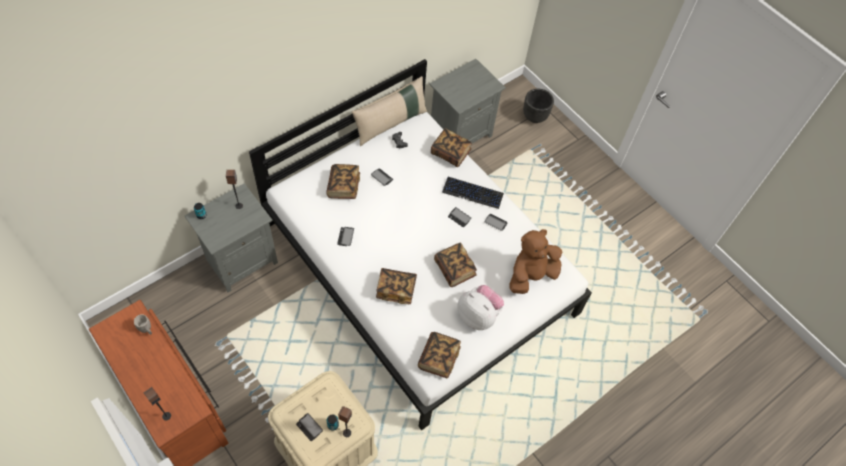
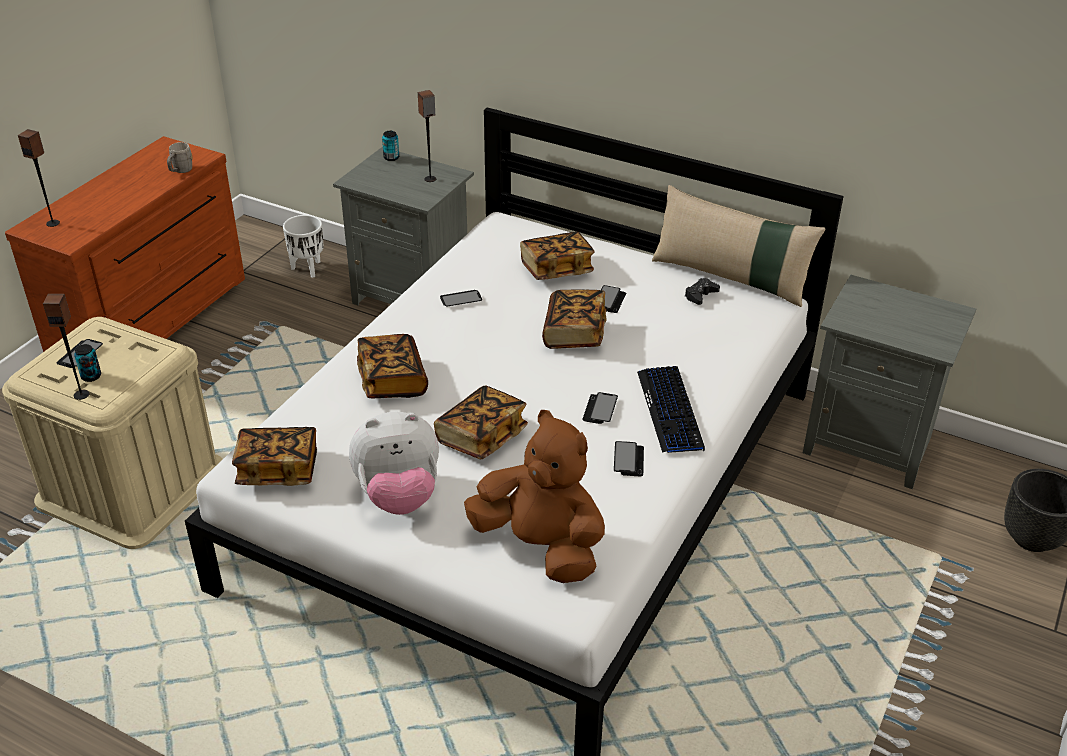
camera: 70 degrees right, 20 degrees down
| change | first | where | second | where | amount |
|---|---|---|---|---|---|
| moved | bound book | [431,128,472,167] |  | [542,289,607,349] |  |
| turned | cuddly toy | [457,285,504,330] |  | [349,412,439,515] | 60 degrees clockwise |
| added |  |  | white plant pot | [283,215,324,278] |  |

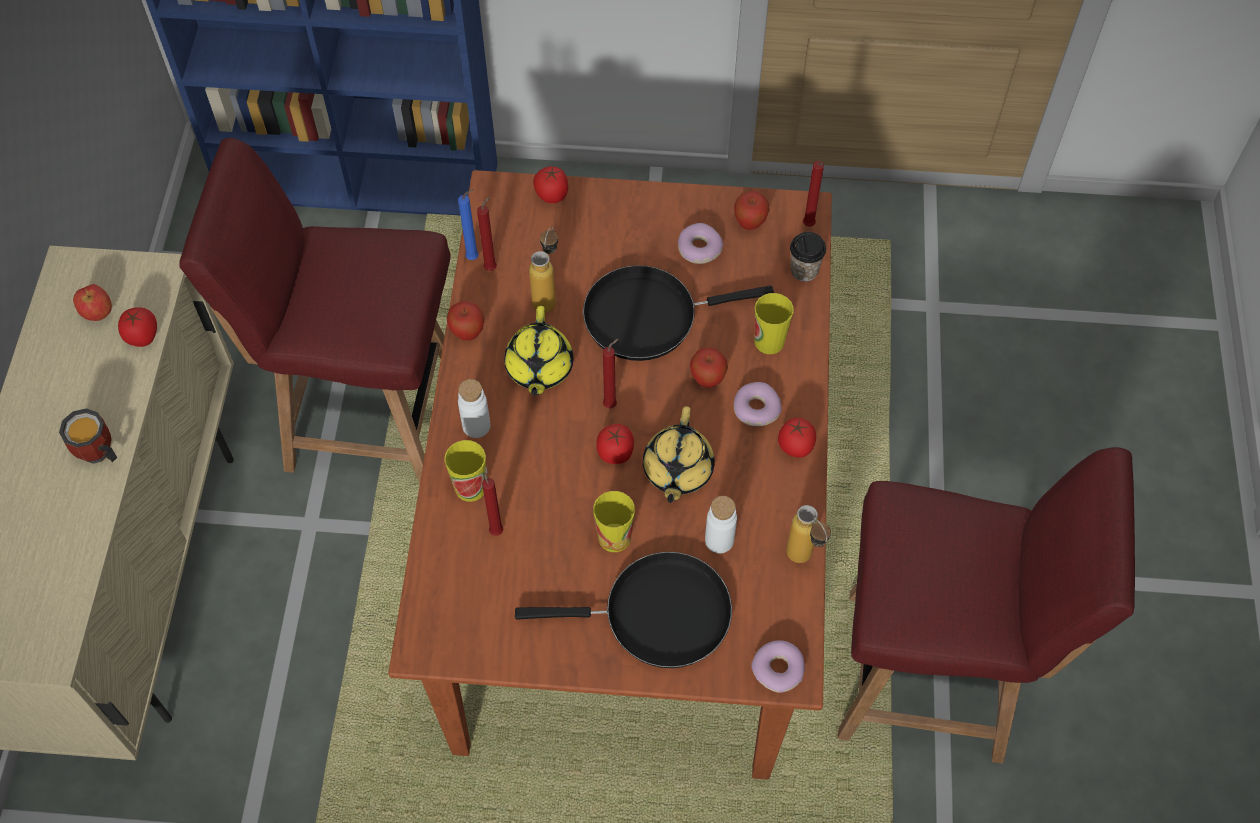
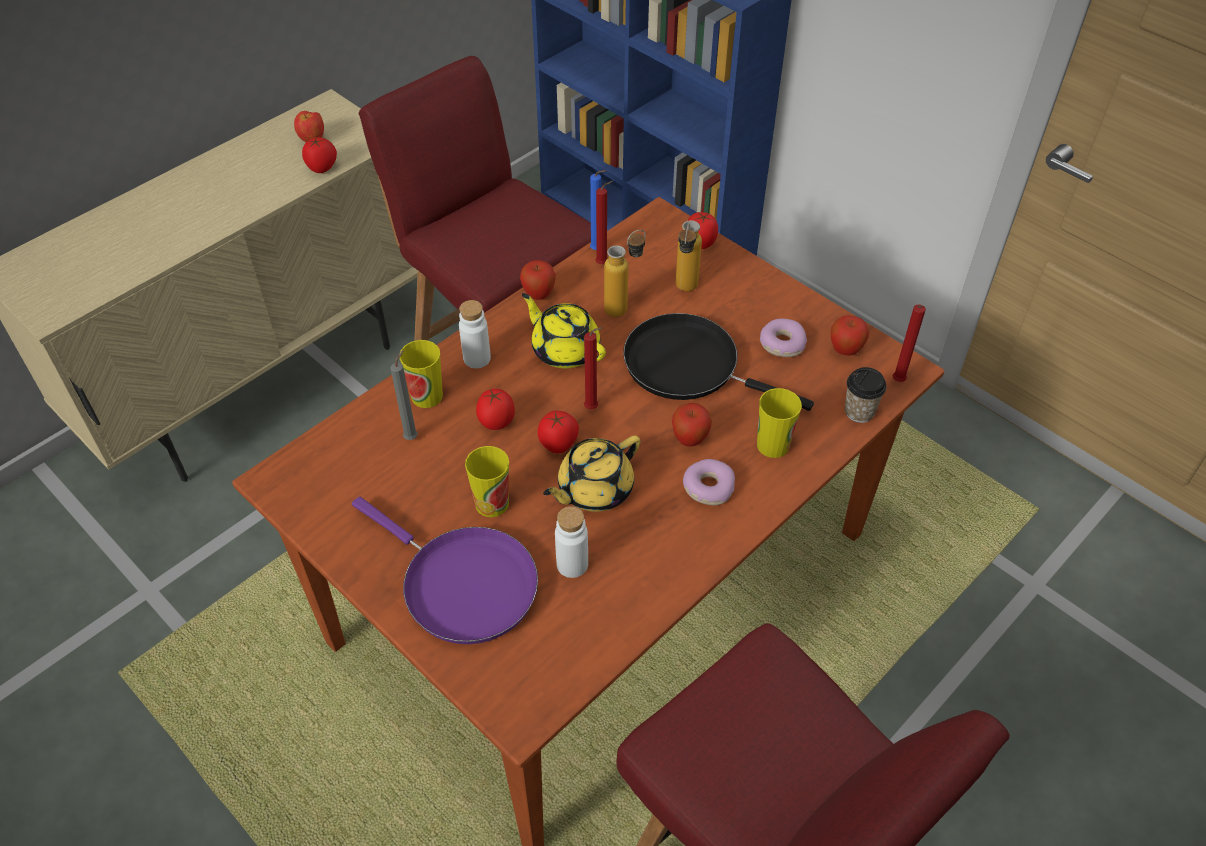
camera: 40 degrees right, 10 degrees down
| change | first | where | second | where | amount |
|---|---|---|---|---|---|
| turned | yellow-coloured teapot | [504,306,574,396] |  | [522,293,606,368] | 90 degrees clockwise |
| removed | coffee mug | [59,408,117,464] |  |  |  |
| moved | whole tomato | [778,418,816,458] |  | [476,389,515,430] |  |
| recoloured | red candle | [482,466,503,536] | grey candle | [391,350,418,440] |  |
| moved | beverage bottle | [786,505,831,563] |  | [676,220,702,291] |  |
| recoloured | black frying pan | [515,552,732,668] | purple-coloured frying pan | [352,497,538,644] |  |
| removed | ring doughnut | [751,640,805,693] |  |  |  |

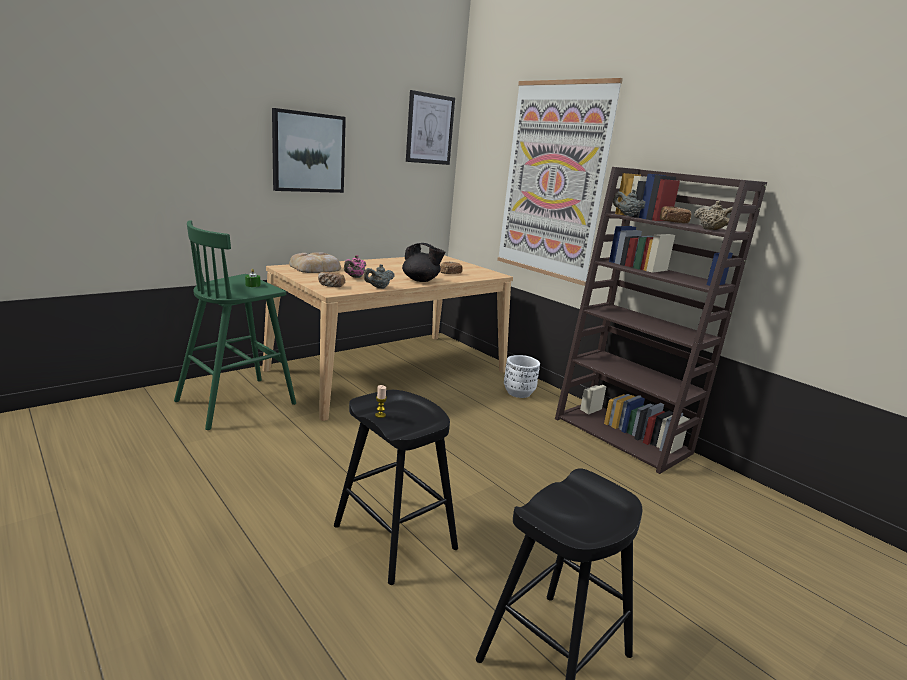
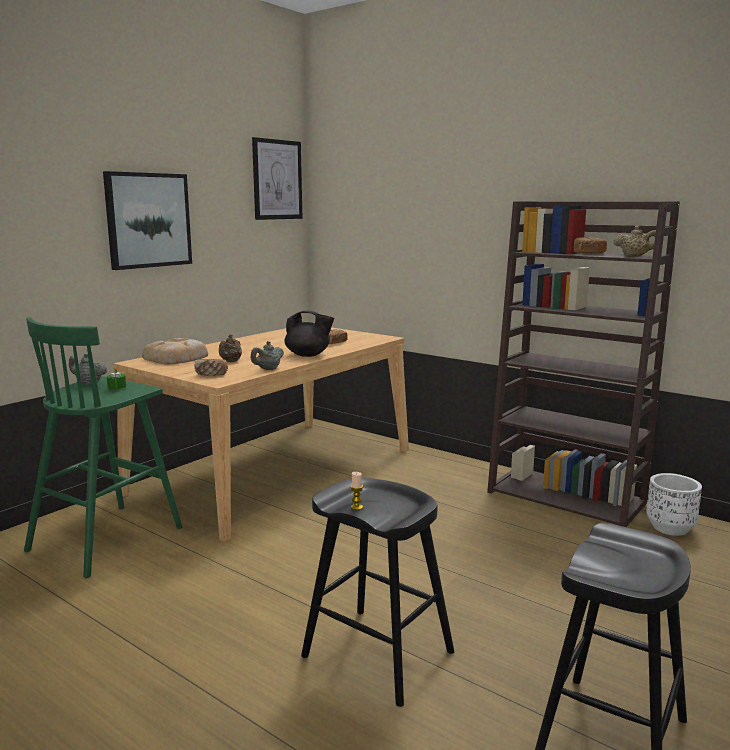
camera: 10 degrees left, 5 degrees down
| change | first | where | second | where | amount |
|---|---|---|---|---|---|
| removed | wall picture | [497,78,623,286] |  |  |  |
| moved | grey teapot | [613,189,645,216] |  | [69,353,107,385] |  |
| recoloured | pinkish teapot | [344,255,366,278] | brownish teapot | [219,335,242,362] |  |
| moved | white plant pot | [504,355,540,398] |  | [646,473,702,536] |  |

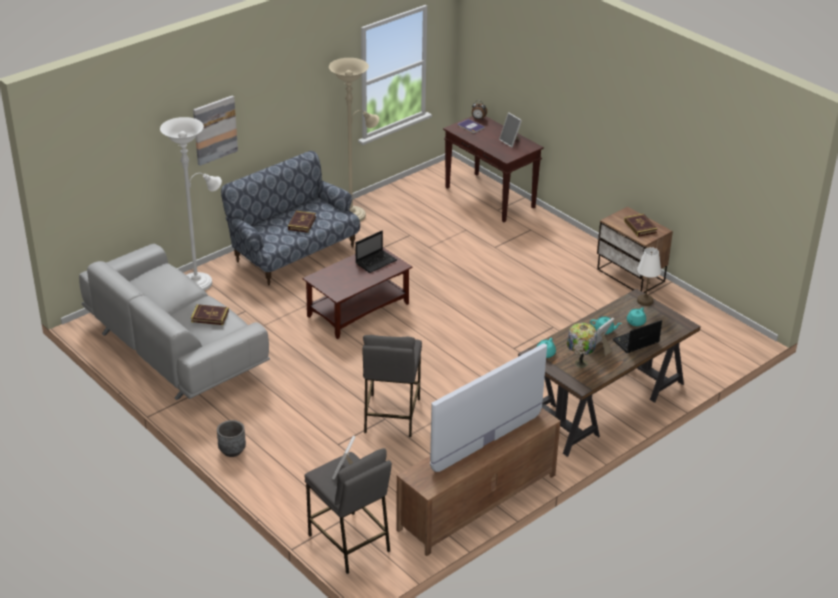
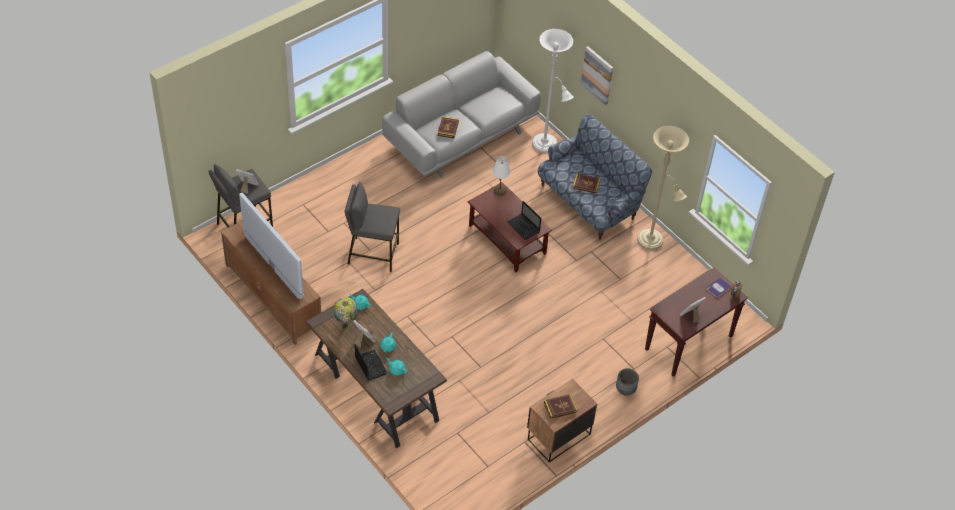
camera: 90 degrees right, 15 degrees up
| change | first | where | second | where | amount |
|---|---|---|---|---|---|
| moved | white lamp for a table | [637,247,661,306] |  | [492,156,510,196] |  |
| moved | grey plant pot | [217,420,246,457] |  | [616,368,639,396] |  |

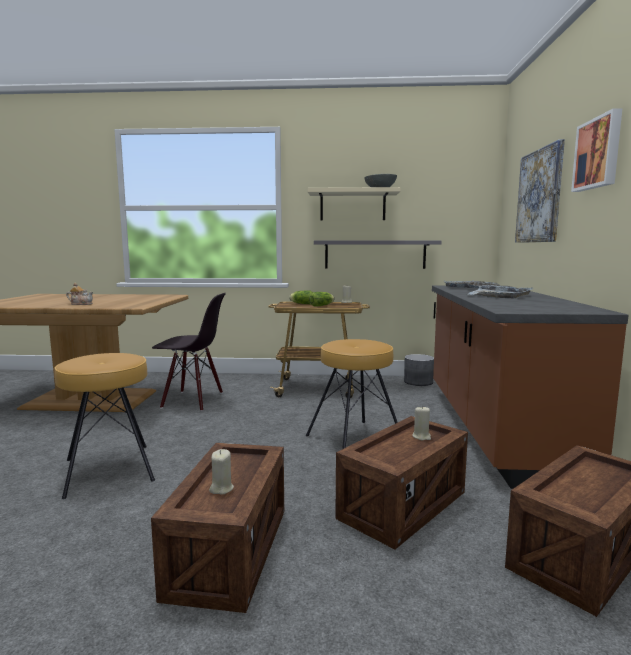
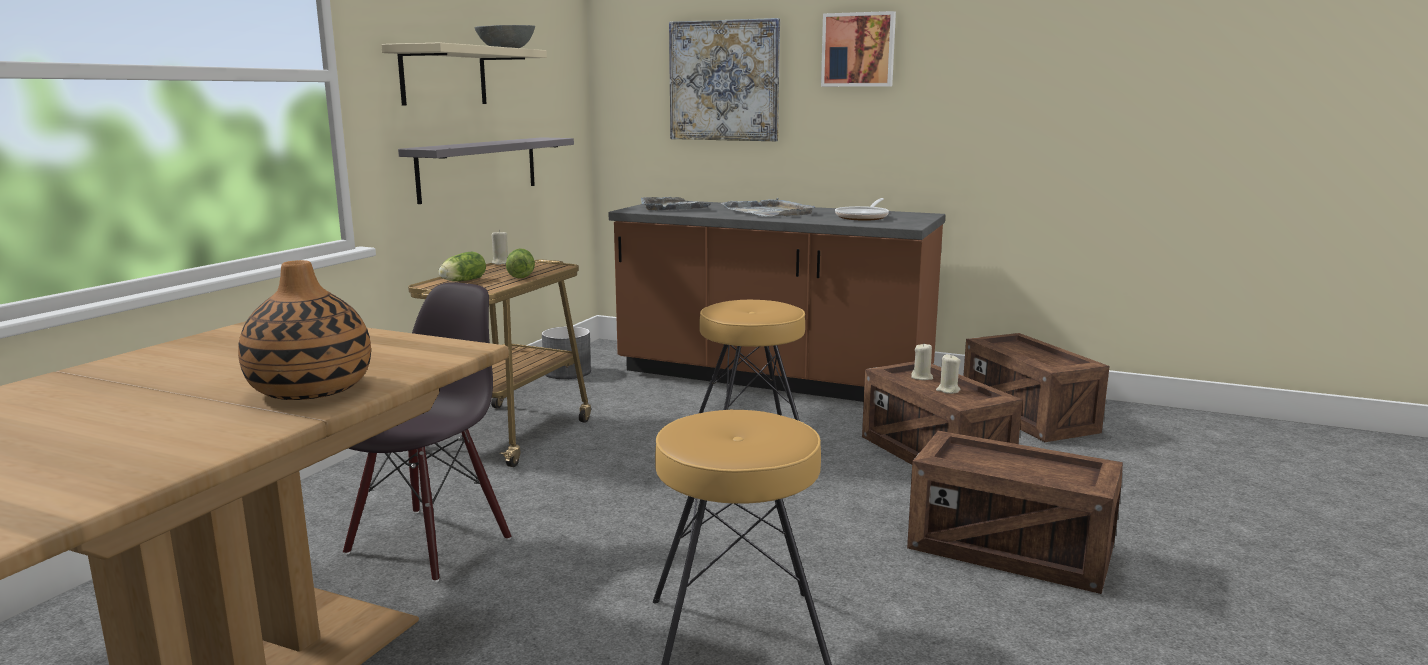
camera: 70 degrees left, 5 degrees up
| change | first | where | second | where | amount |
|---|---|---|---|---|---|
| replaced | teapot | [66,283,93,305] | decorative vase | [238,260,371,400] |  |
| moved | sand-coloured candle | [209,449,234,495] |  | [936,354,961,394] |  |
| added |  |  | frying pan | [835,198,889,221] |  |

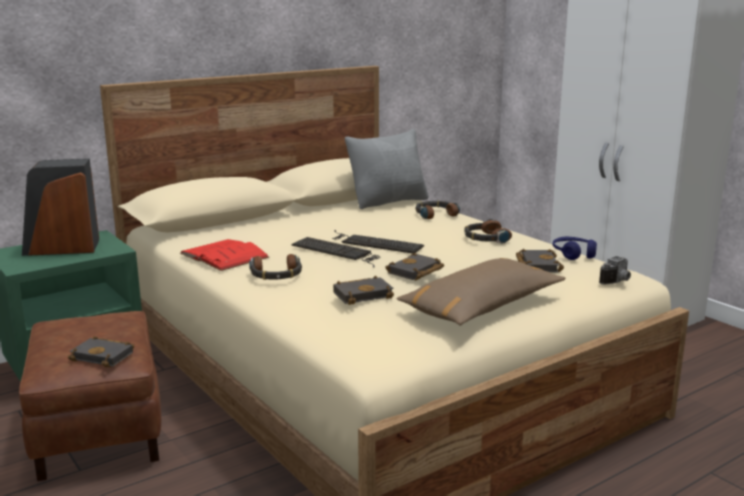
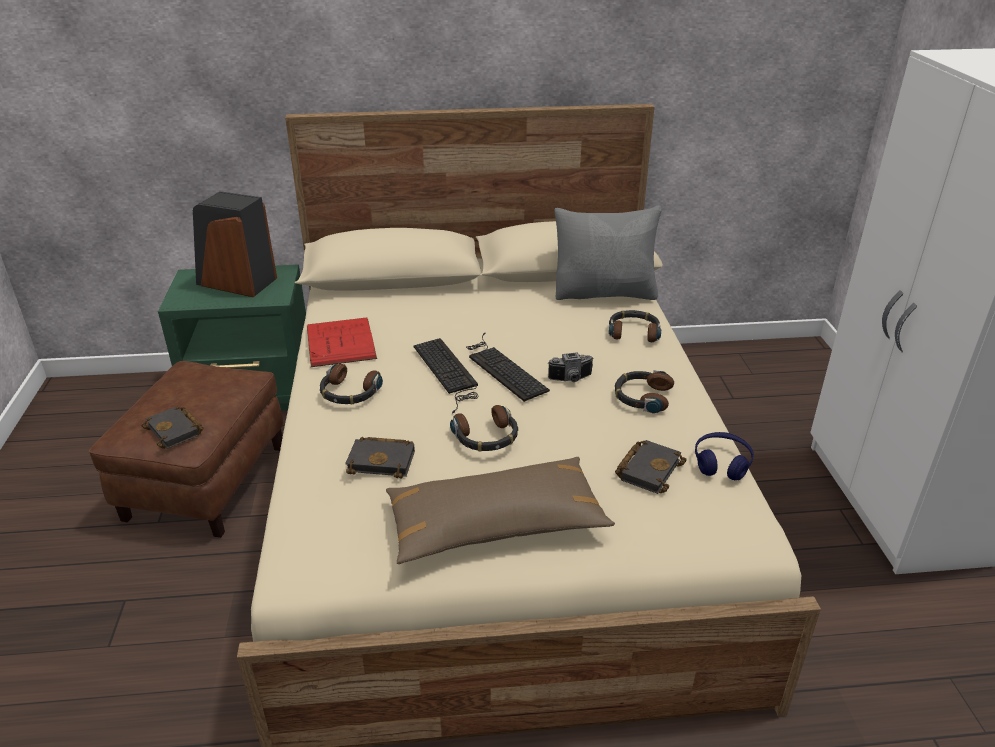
camera: 30 degrees right, 15 degrees up
| change | first | where | second | where | amount |
|---|---|---|---|---|---|
| replaced | black bound book | [385,253,444,280] | headphones | [450,405,518,452] |  |
| moved | still camera | [599,256,631,285] |  | [548,352,594,382] |  |

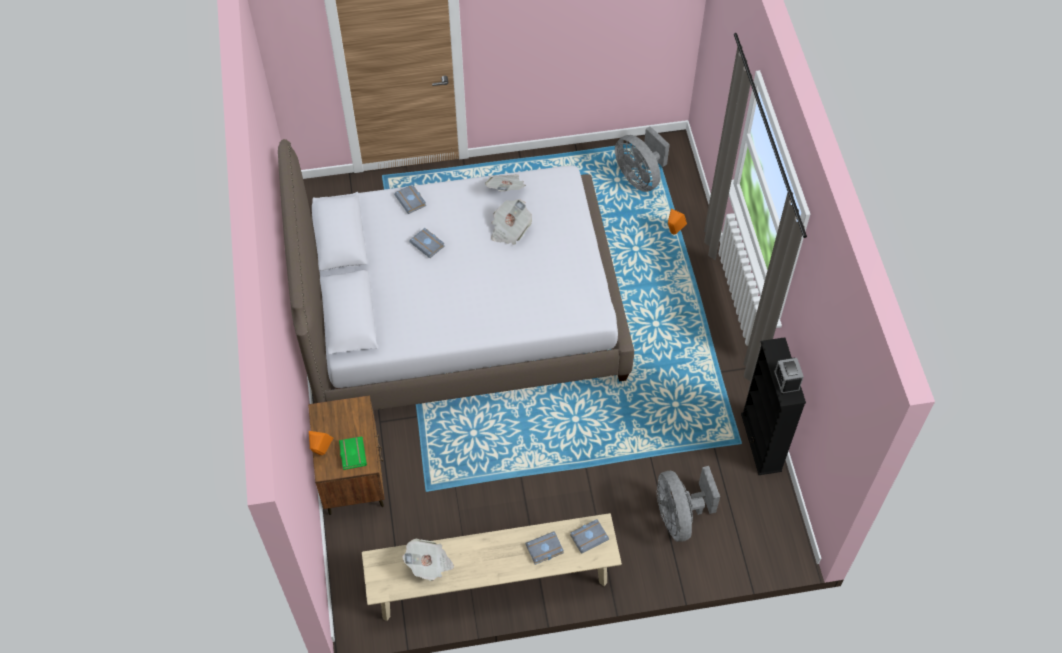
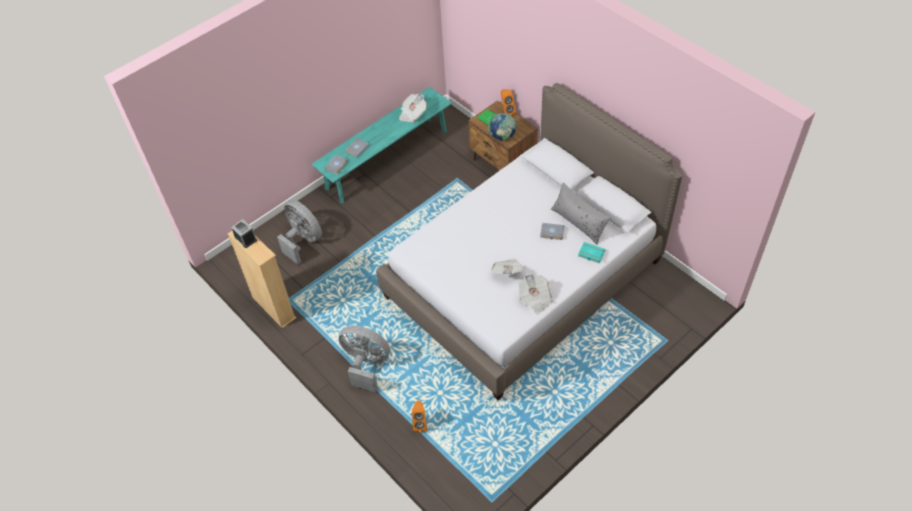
camera: 150 degrees right, 5 degrees down
| change | first | where | second | where | amount |
|---|---|---|---|---|---|
| moved | grey cooling fan | [615,126,670,192] |  | [339,325,390,392] |  |
| recoloured | grey bound book | [394,184,426,214] | turquoise bound book | [578,242,606,263] |  |
| recoloured | black bookshelf | [741,337,806,475] | sand-coloured bookshelf | [228,231,296,328] |  |
| recoloured | sand-coloured bench | [362,513,622,621] | turquoise bench | [311,87,452,203] |  |
| added |  |  | desk globe | [488,113,517,141] |  |
| added |  |  | grey cushion | [551,182,611,245] |  |

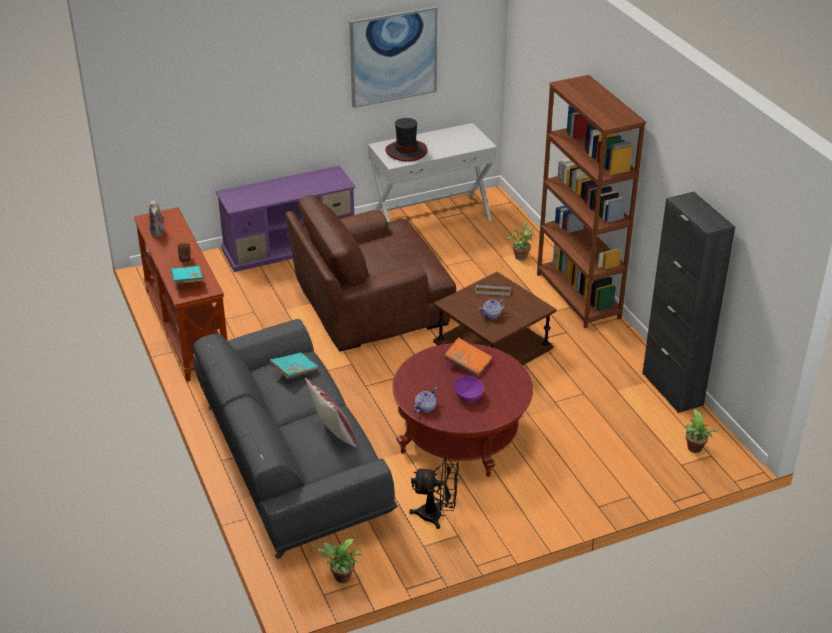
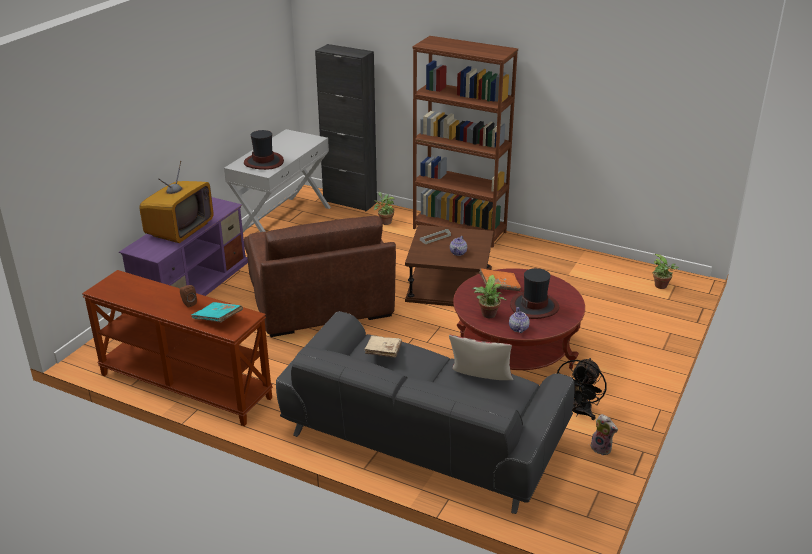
camera: 40 degrees left, 5 degrees down
| change | first | where | second | where | amount |
|---|---|---|---|---|---|
| removed | wall picture | [349,6,437,108] |  |  |  |
| moved | black cupboard | [642,192,735,413] |  | [315,44,377,211] |  |
| turned | brownish lounge chair | [286,195,456,352] |  | [244,216,396,337] | 45 degrees counterclockwise |
| moved | cuddly toy | [149,200,165,237] |  | [590,414,618,456] |  |
| recoloured | turquoise bound book | [269,352,318,379] | sand-coloured bound book | [364,335,402,358] |  |
| replaced | purple-coloured deep dish | [454,376,484,402] | hat | [510,268,559,319] |  |
| turned | black cooling fan | [409,456,459,529] |  | [557,358,606,420] | 150 degrees clockwise |
| moved | potted plant | [315,539,361,583] |  | [472,275,506,318] |  |
| added |  |  | TV | [139,161,214,243] |  |

